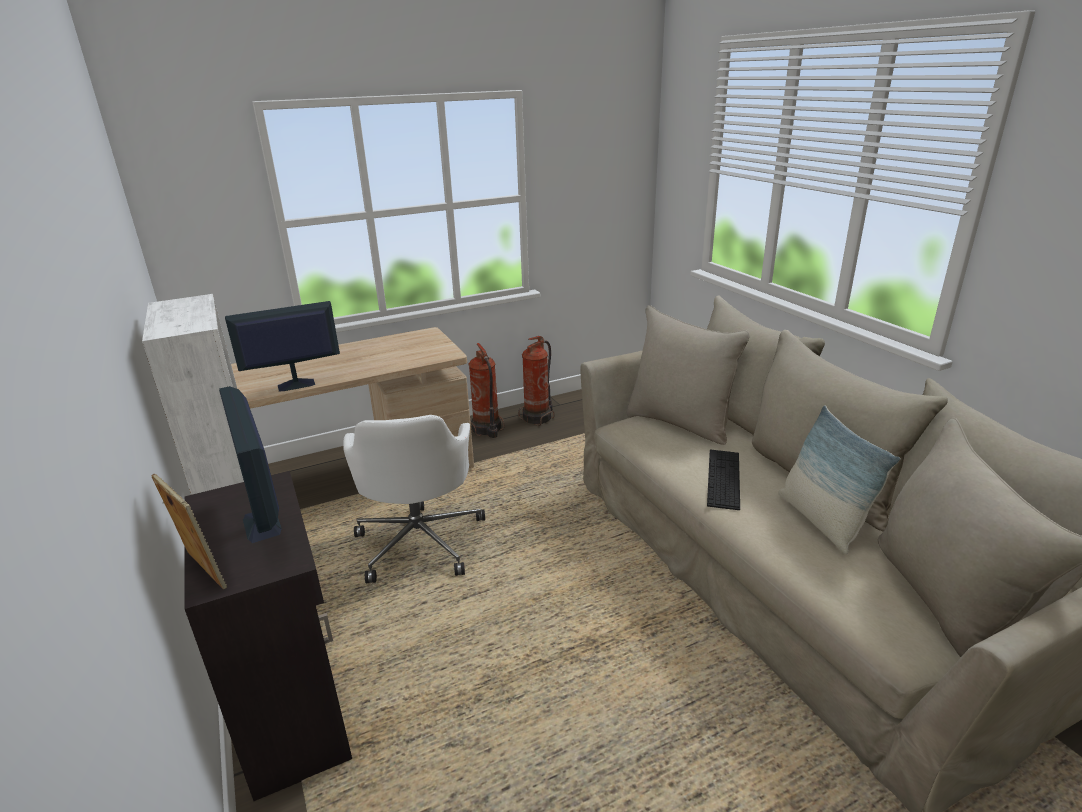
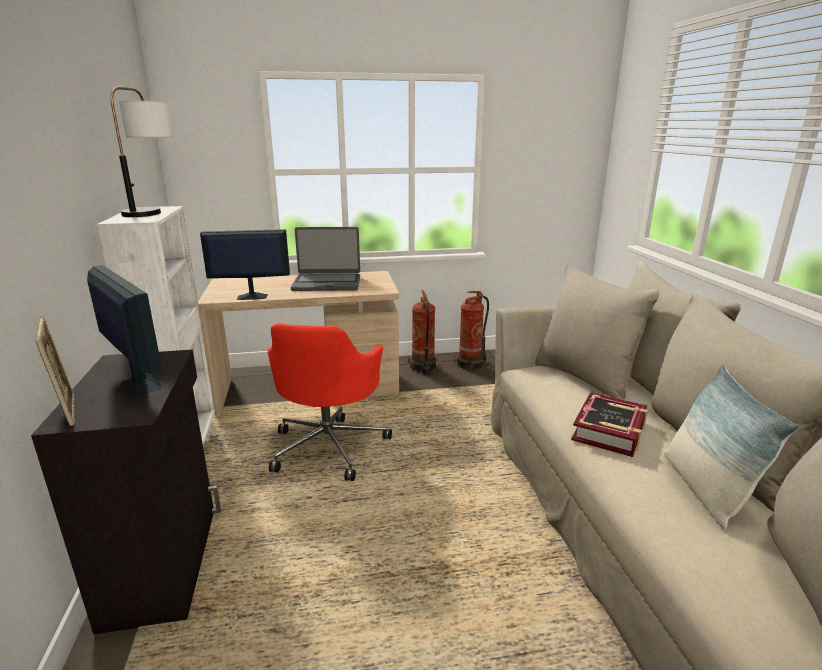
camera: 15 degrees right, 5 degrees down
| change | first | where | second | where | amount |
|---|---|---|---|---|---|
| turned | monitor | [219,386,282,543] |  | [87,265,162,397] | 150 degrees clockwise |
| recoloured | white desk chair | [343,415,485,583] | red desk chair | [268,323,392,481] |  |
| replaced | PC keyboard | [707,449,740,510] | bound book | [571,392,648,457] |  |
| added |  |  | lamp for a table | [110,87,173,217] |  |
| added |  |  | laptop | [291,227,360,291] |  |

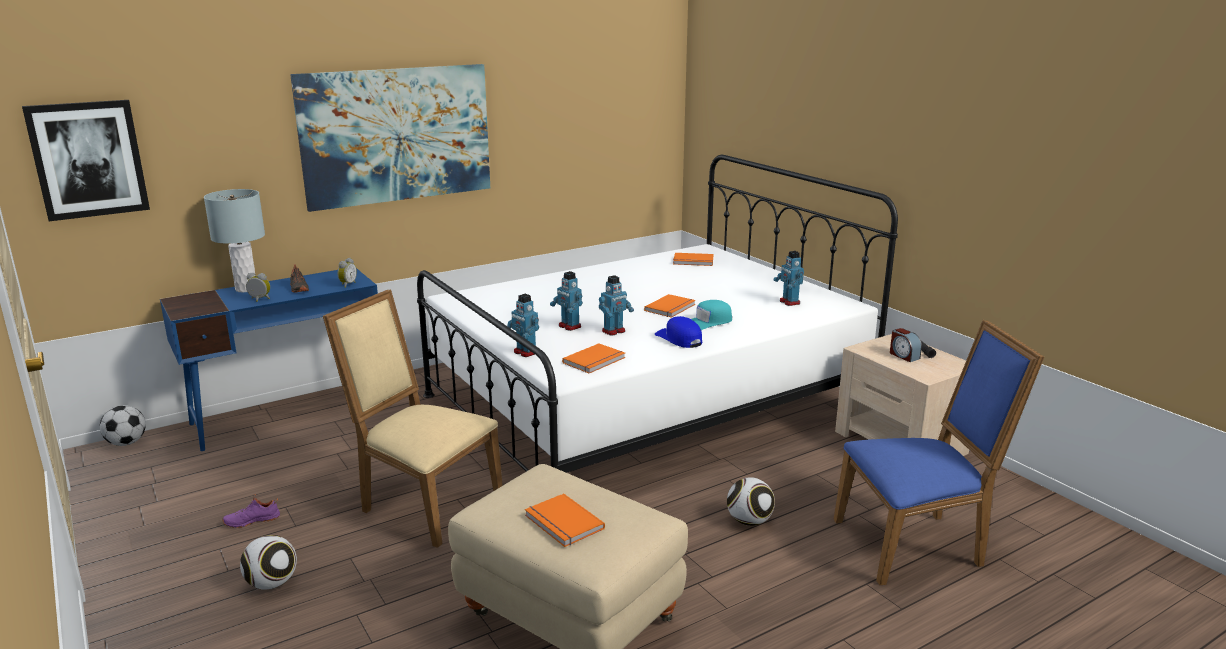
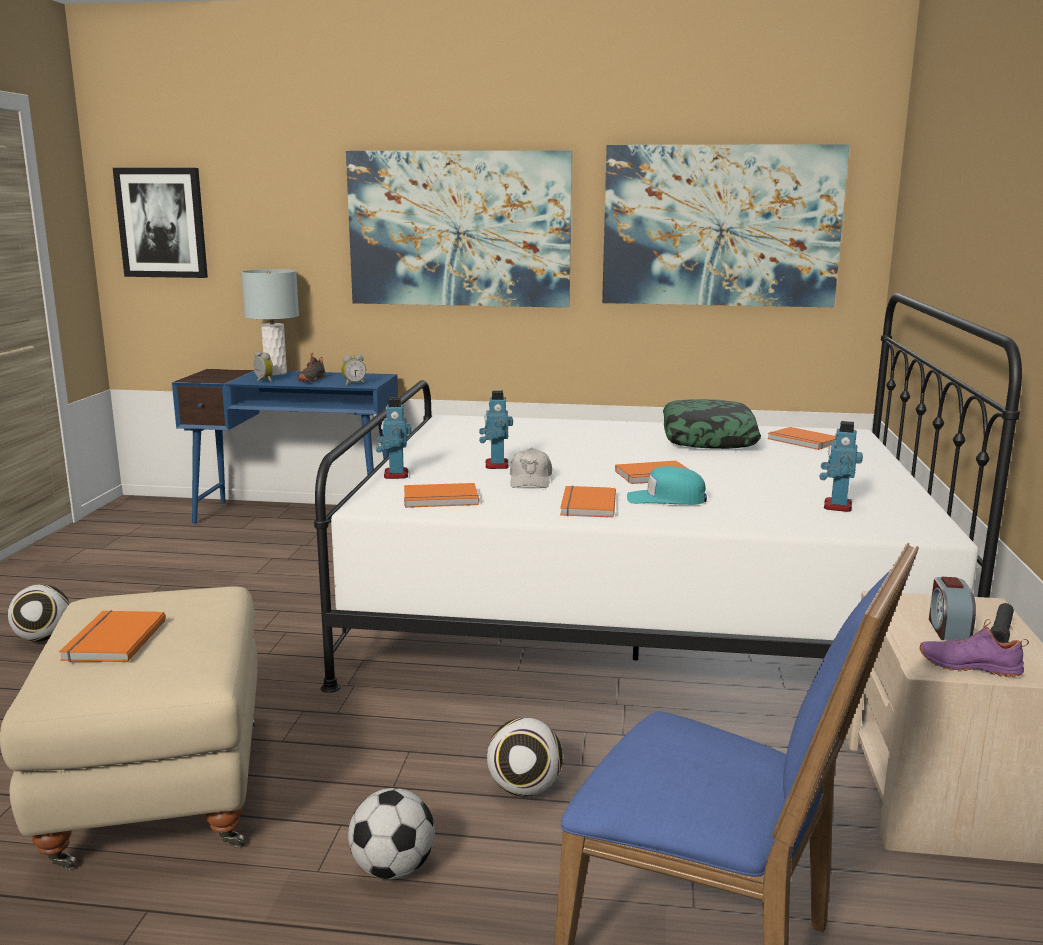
camera: 40 degrees right, 5 degrees down
| change | first | where | second | where | amount |
|---|---|---|---|---|---|
| replaced | model robot | [599,275,634,336] | white cap | [510,448,552,488] |  |
| removed | sand-coloured plain chair | [323,289,503,548] |  |  |  |
| replaced | bluish cap | [655,316,702,348] | orangey bound book | [560,486,616,518] |  |
| moved | football ball | [100,405,146,446] |  | [348,788,435,879] |  |
| moved | purple-coloured shoe | [222,494,280,528] |  | [920,619,1029,678] |  |
| added |  |  | wall picture | [602,144,850,307] |  |
| added |  |  | cushion | [663,399,761,449] |  |

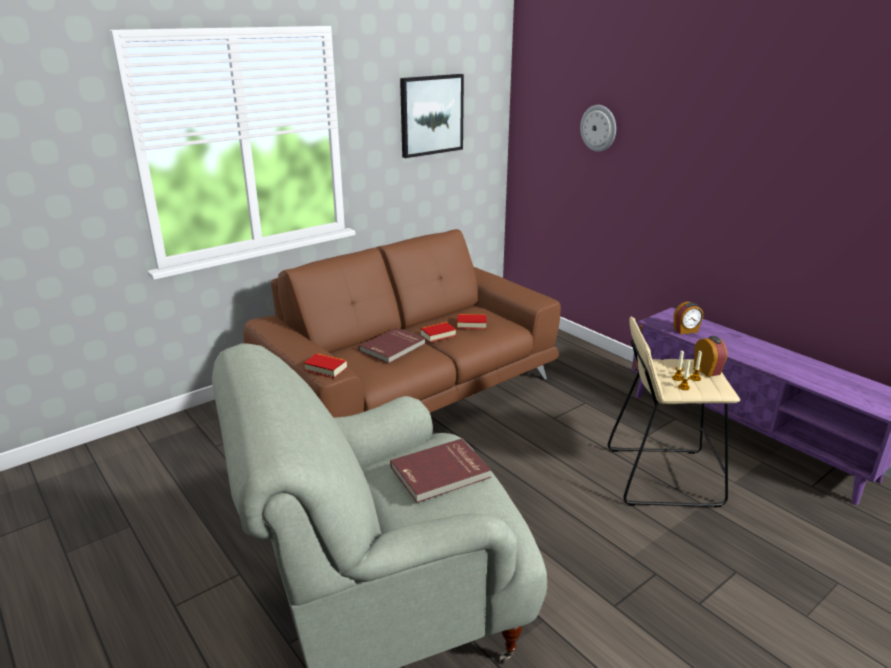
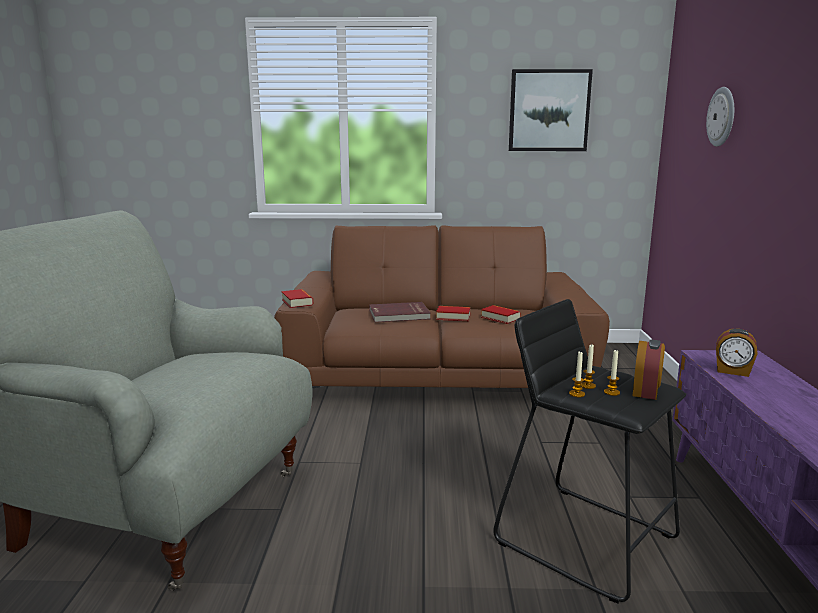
camera: 40 degrees right, 10 degrees down
| change | first | where | second | where | amount |
|---|---|---|---|---|---|
| recoloured | sand-coloured stool seat | [608,317,740,507] | black stool seat | [493,299,686,604] |  |
| removed | red bound book | [390,439,491,503] |  |  |  |

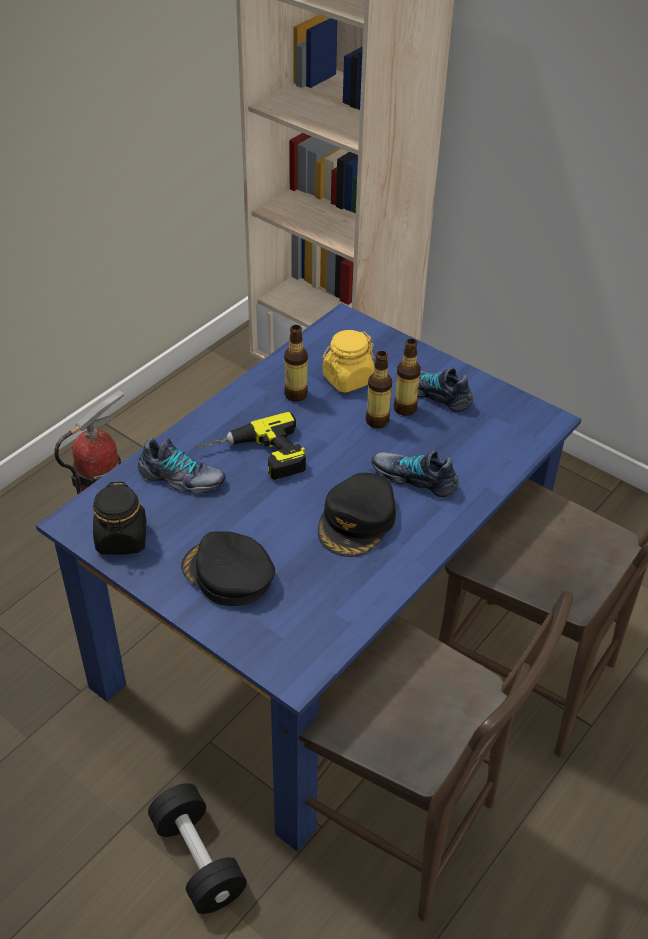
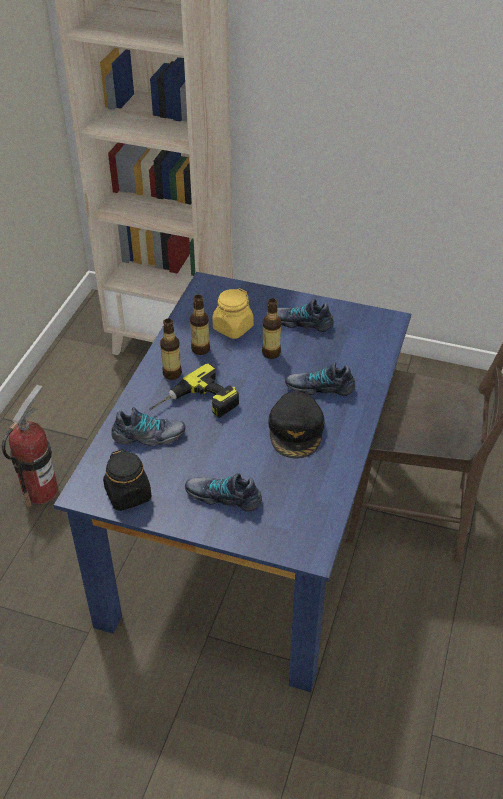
camera: 20 degrees left, 0 degrees up
| change | first | where | second | where | amount |
|---|---|---|---|---|---|
| moved | beverage bottle | [394,339,421,416] |  | [160,319,182,380] |  |
| replaced | black cap | [181,531,275,606] | shoe | [185,473,262,512] |  |
| removed | brownish plain chair | [283,591,573,921] |  |  |  |
| removed | black free weight | [148,783,247,914] |  |  |  |

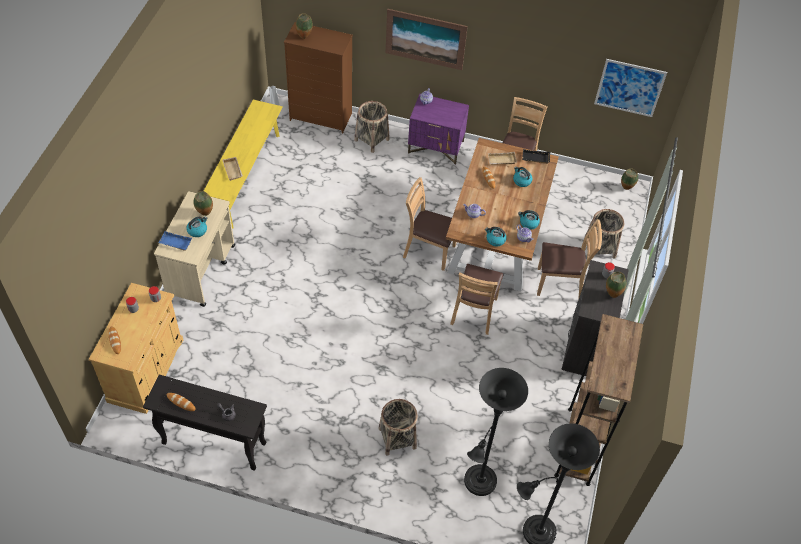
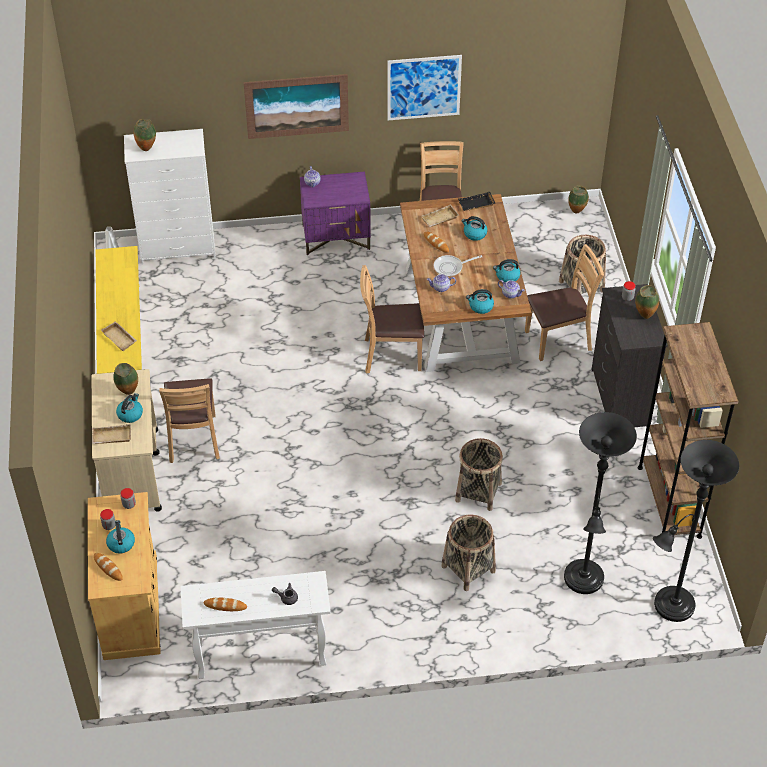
camera: 20 degrees left, 5 degrees down
| change | first | where | second | where | amount |
|---|---|---|---|---|---|
| recoloured | brownish dresser | [284,22,353,133] | white dresser | [124,129,216,265] |  |
| moved | wall picture | [594,59,667,117] |  | [387,55,462,120] |  |
| moved | basket | [354,101,390,153] |  | [455,438,503,511] |  |
| recoloured | bluish serving tray | [159,231,192,251] | sand-coloured serving tray | [92,424,131,444] |  |
| moved | brownish plain chair | [450,264,504,335] |  | [159,378,220,463] |  |
| recoloured | black narrow table | [143,374,267,471] | white narrow table | [181,571,331,679] |  |
| added |  |  | frying pan | [434,255,482,277] |  |
| added |  |  | kettle | [106,520,135,554] |  |

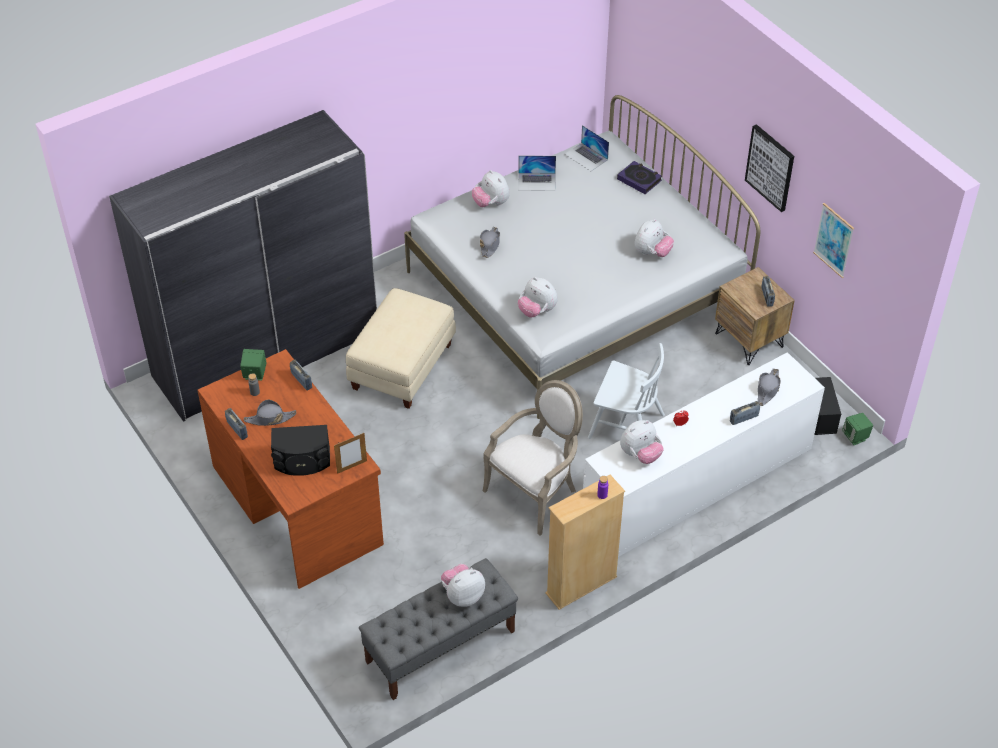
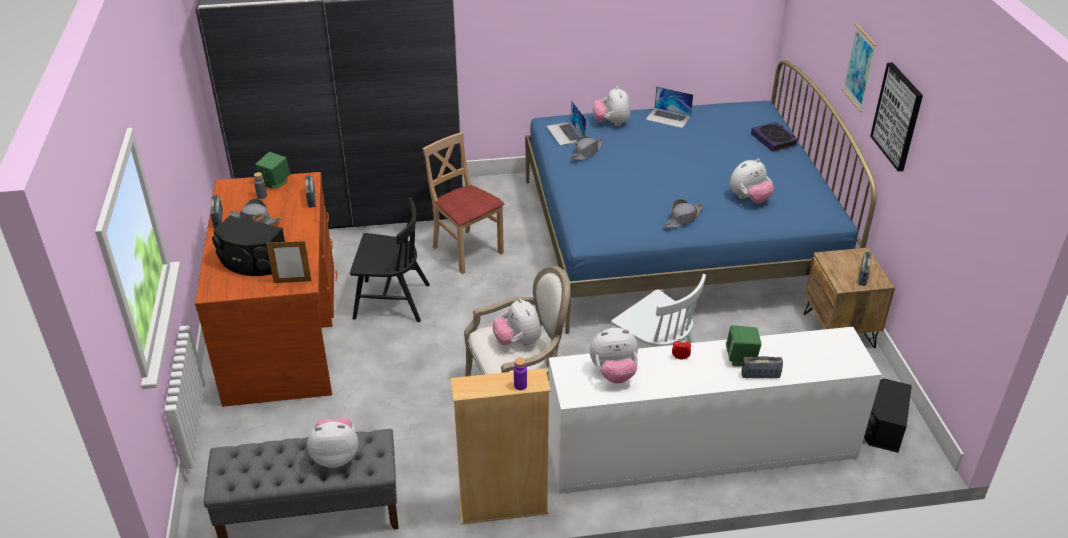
camera: 25 degrees right, 10 degrees down
| change | first | where | second | where | amount |
|---|---|---|---|---|---|
| recoloured | white bed | [404,95,760,419] | bluish bed | [525,60,877,334] |  |
| moved | laptop | [565,125,609,171] |  | [546,100,586,146] |  |
| moved | wall picture | [813,203,854,278] |  | [842,24,877,112] |  |
| moved | cuddly toy | [518,277,558,317] |  | [493,298,541,346] |  |
| replaced | sand-coloured ottoman | [346,288,456,409] | sand-coloured plain chair | [423,132,504,274] |  |
| moved | grey hat | [758,369,781,406] |  | [663,199,704,228] |  |
| moved | green-coloured audio speaker | [842,413,873,445] |  | [726,325,761,366] |  |
| added |  |  | black plain chair | [350,197,430,322] |  |

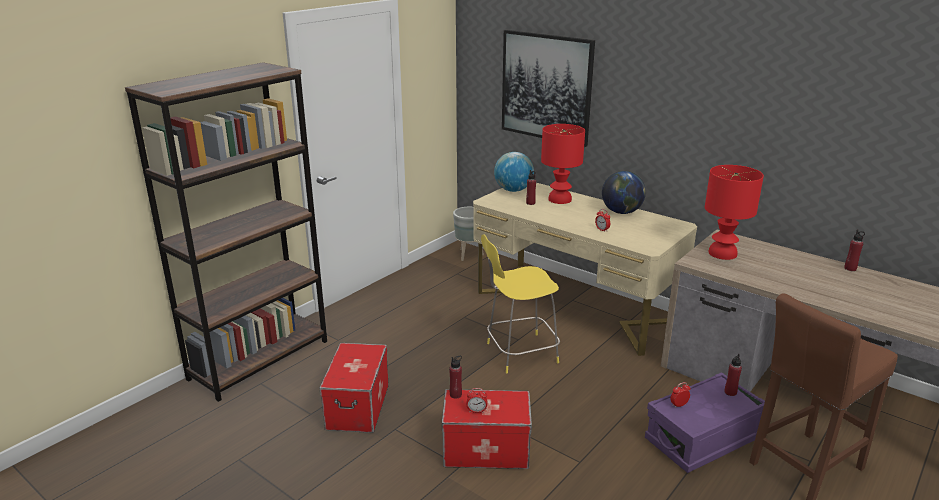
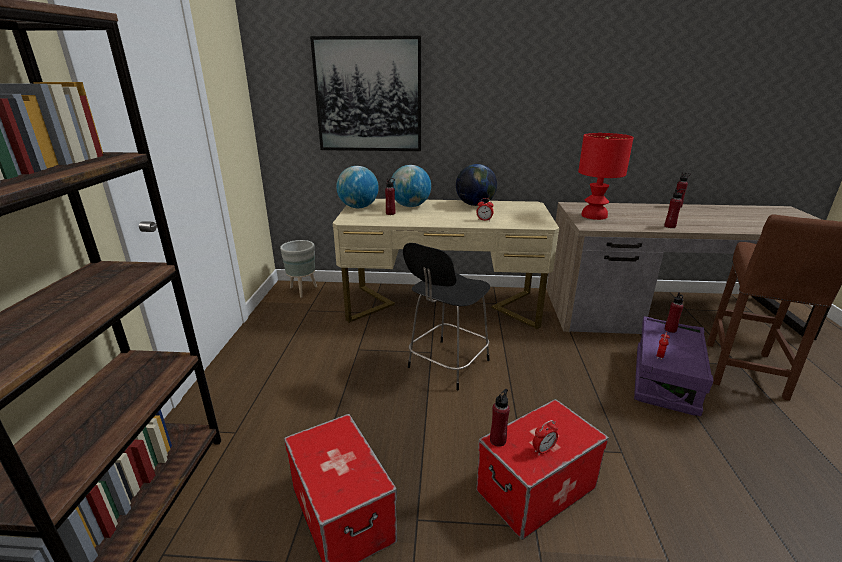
camera: 35 degrees left, 0 degrees up
| change | first | where | second | where | amount |
|---|---|---|---|---|---|
| replaced | red lamp for a table | [541,124,585,204] | desk globe | [391,165,431,207] |  |
| recoloured | yellow-coloured plain chair | [481,234,560,373] | black plain chair | [403,243,490,391] |  |
| added |  |  | red beverage bottle | [664,188,685,228] |  |

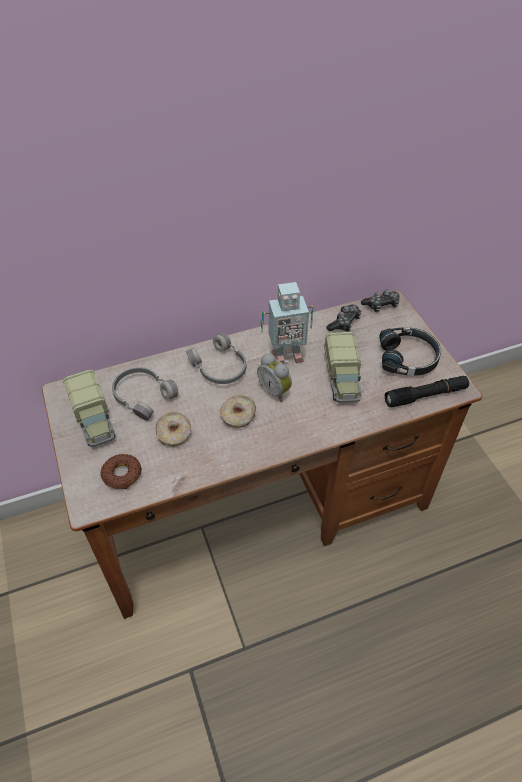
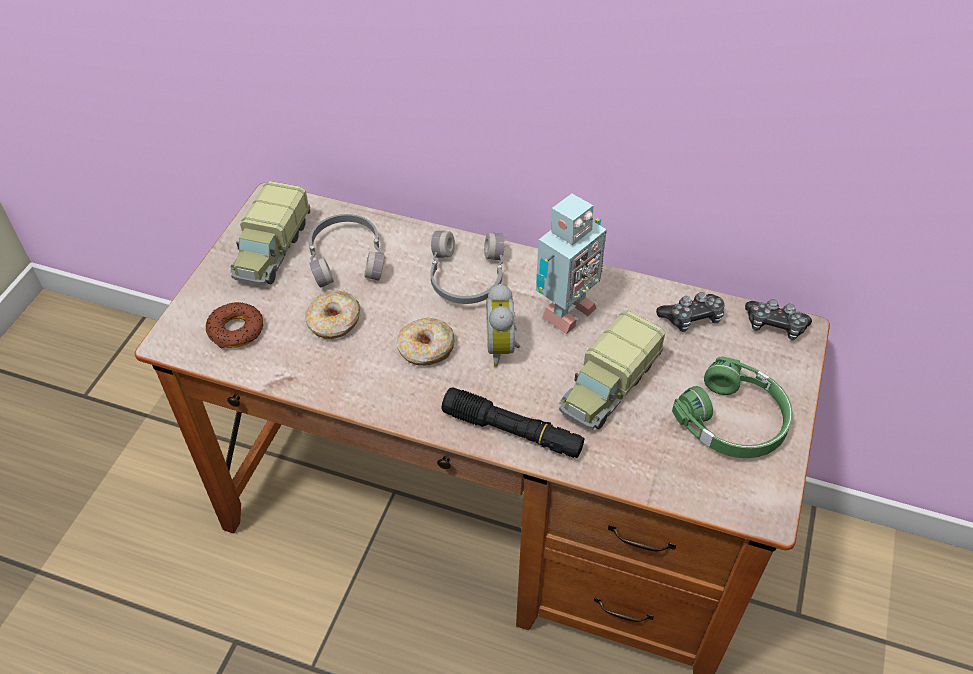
camera: 40 degrees right, 0 degrees up
| change | first | where | second | where | amount |
|---|---|---|---|---|---|
| turned | model robot | [260,282,314,364] |  | [536,194,607,334] | 75 degrees counterclockwise |
| recoloured | black headphones | [379,327,441,376] | green-coloured headphones | [672,356,793,458] |  |
| moved | black flashlight | [385,376,469,407] |  | [441,387,584,458] |  |

